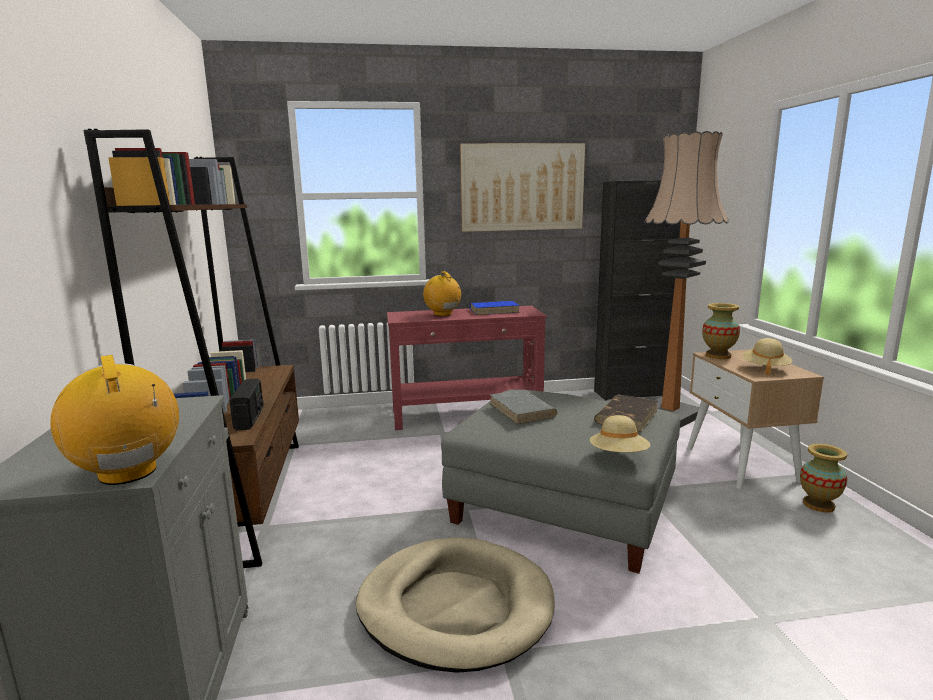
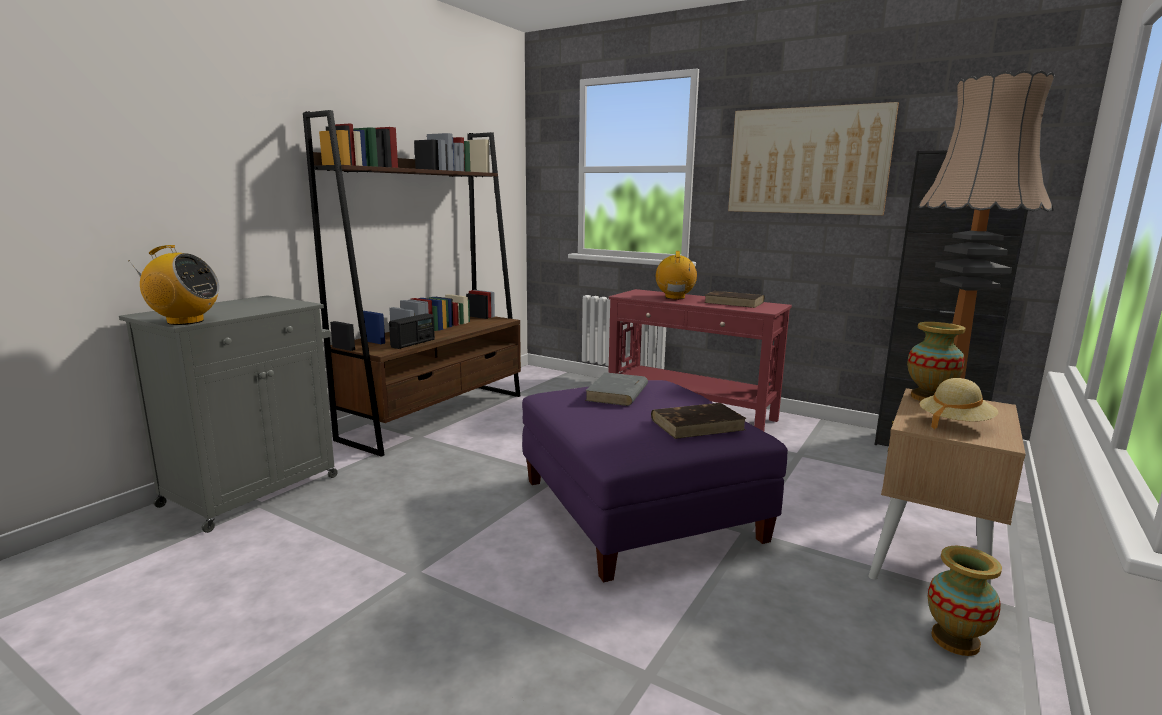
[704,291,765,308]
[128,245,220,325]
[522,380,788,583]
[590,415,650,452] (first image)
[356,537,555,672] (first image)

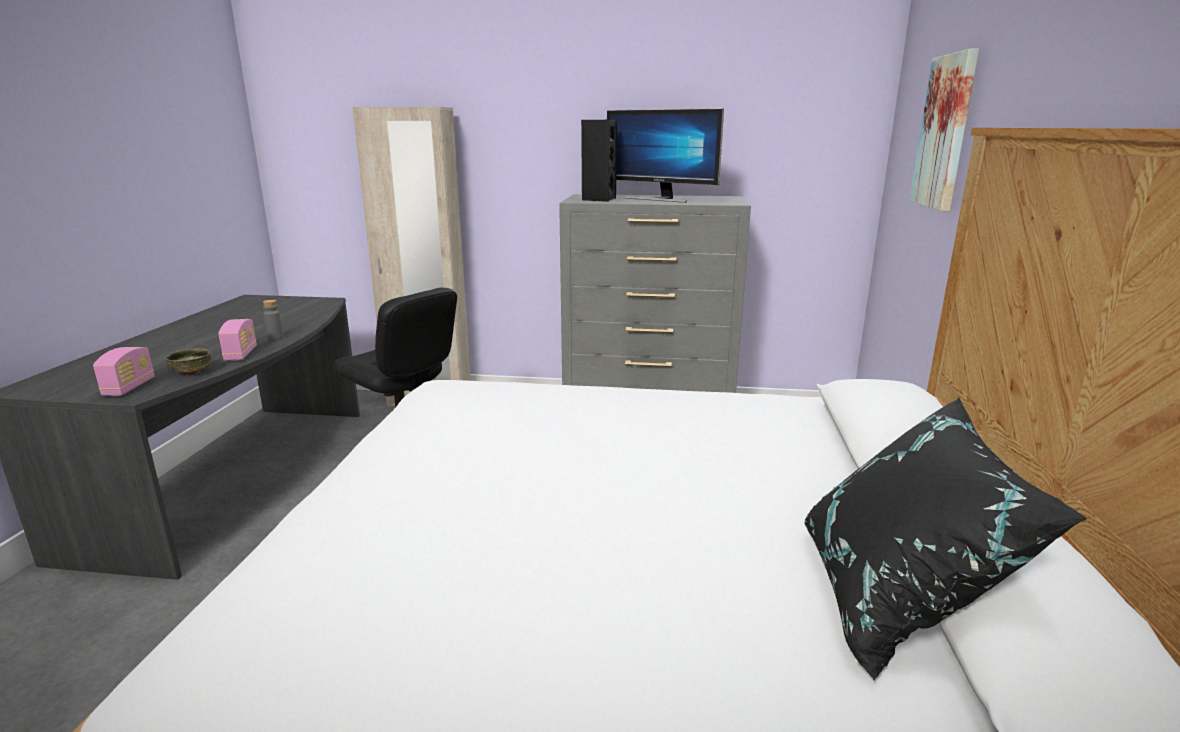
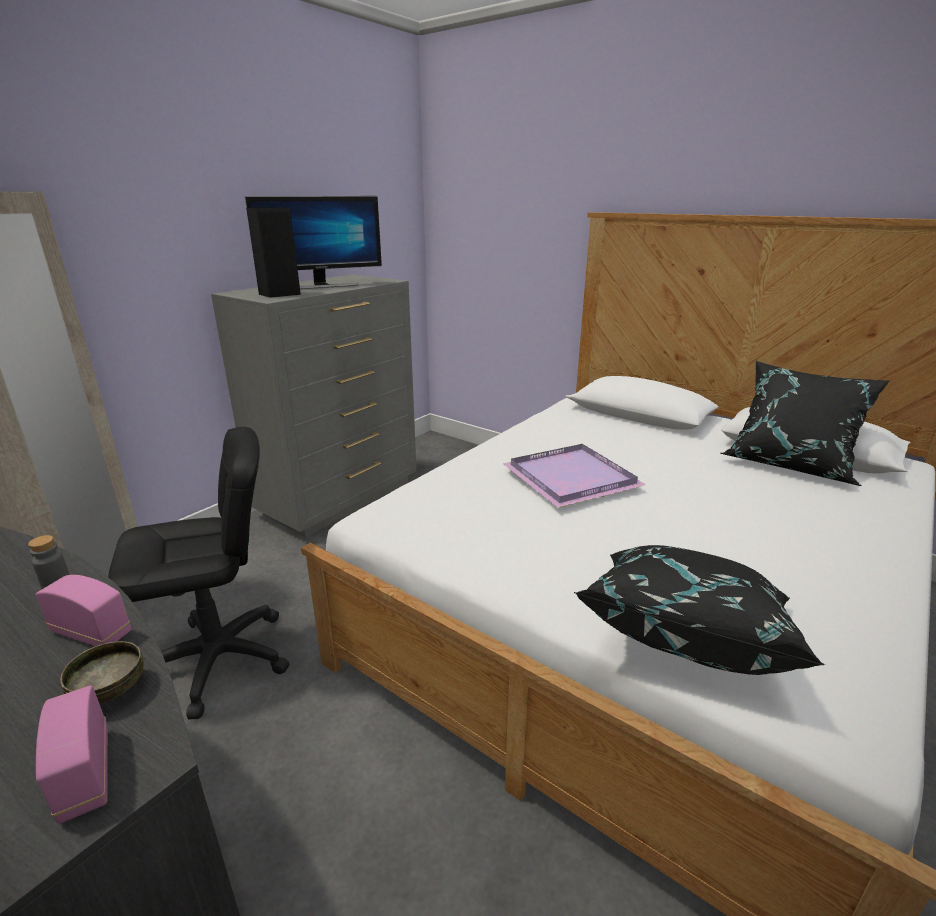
[909,48,979,211] (first image)
[36,685,108,824]
[503,444,646,508]
[574,545,825,675]

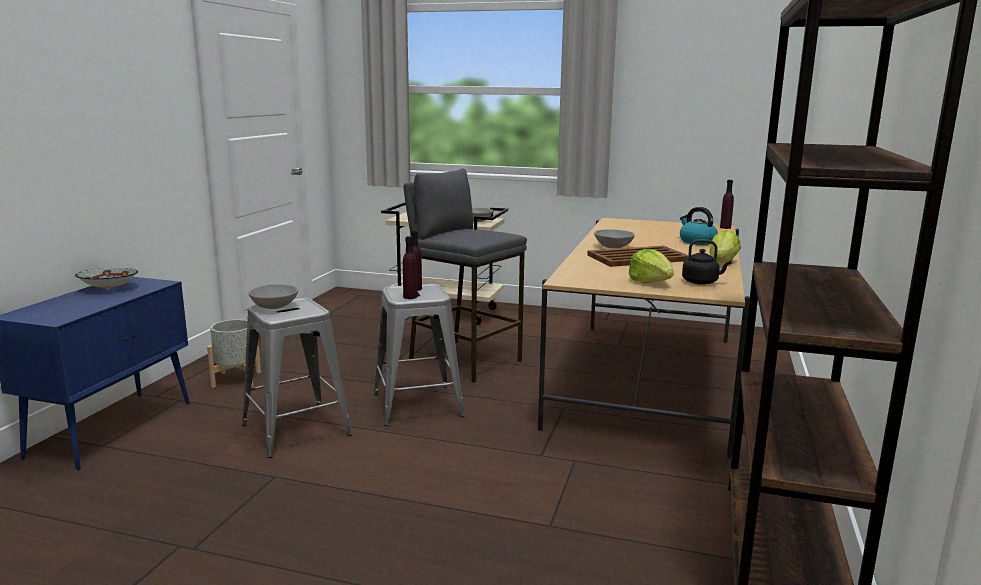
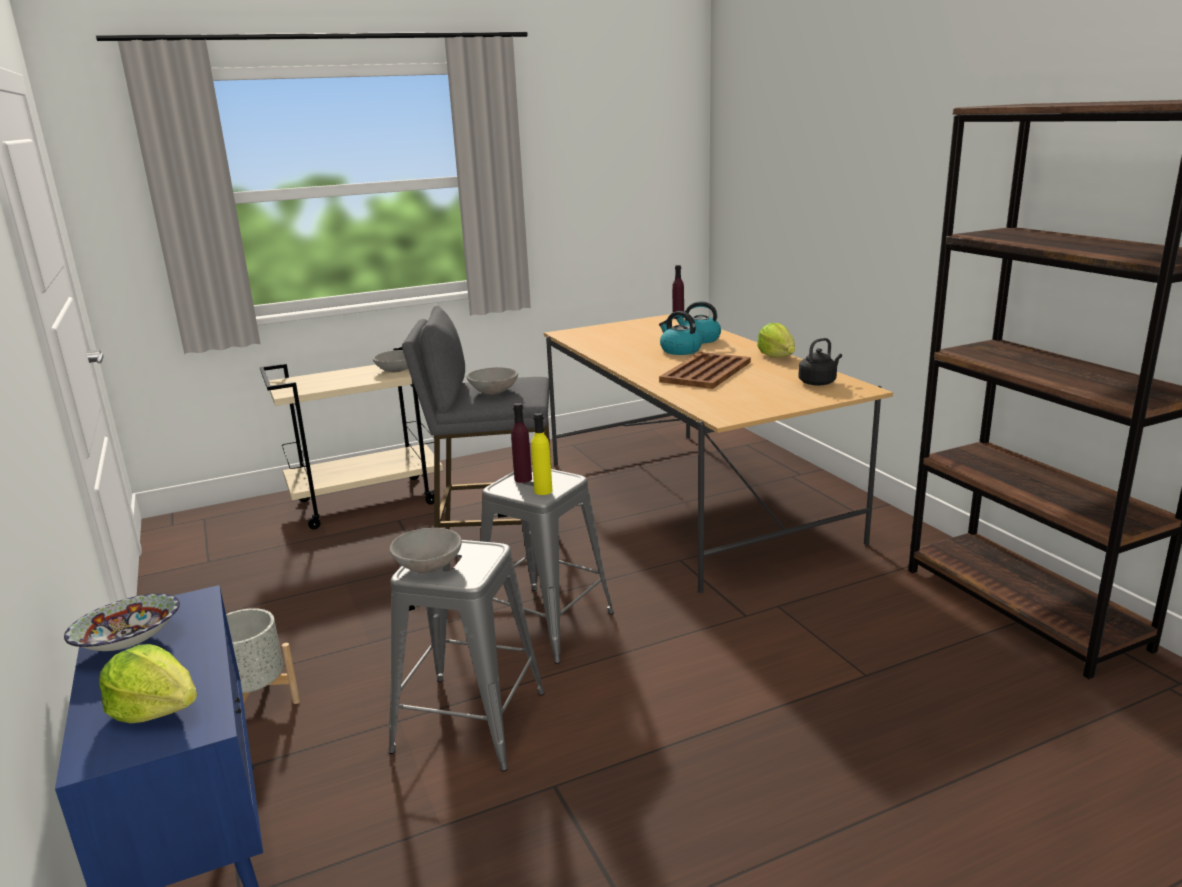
[467,367,518,394]
[531,413,552,495]
[99,644,197,723]
[659,311,702,355]

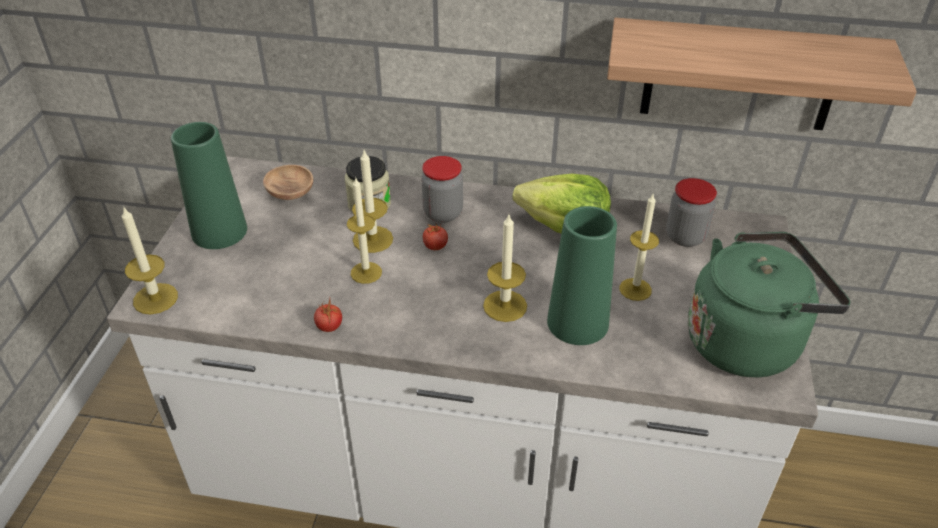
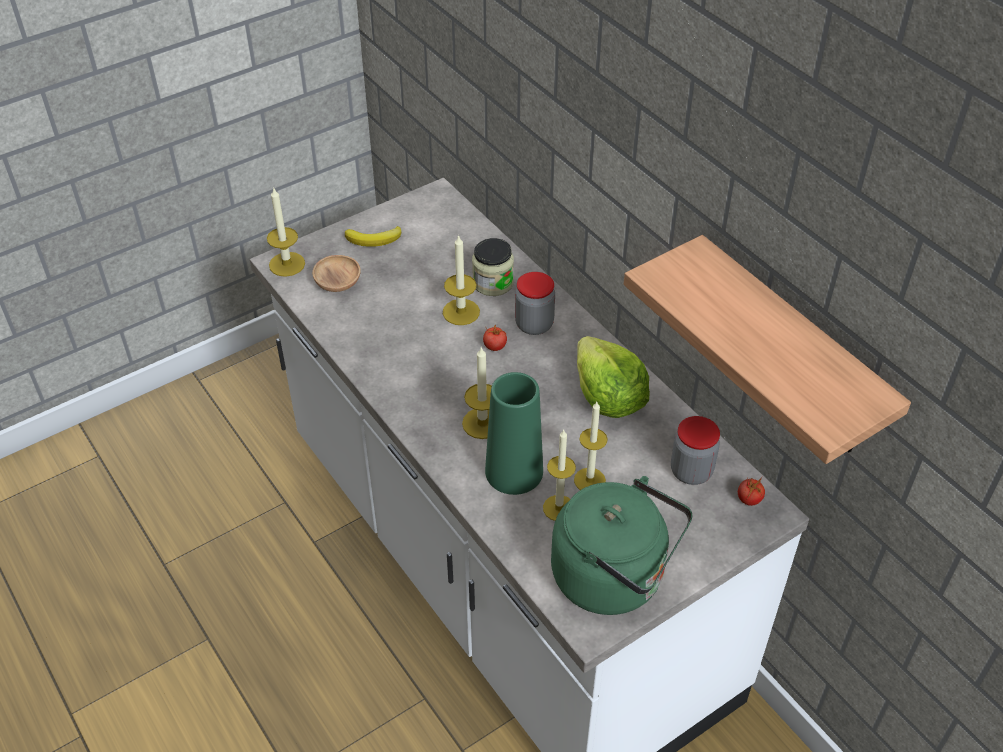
[345,226,401,247]
[312,255,361,292]
[543,429,576,521]
[738,477,765,506]

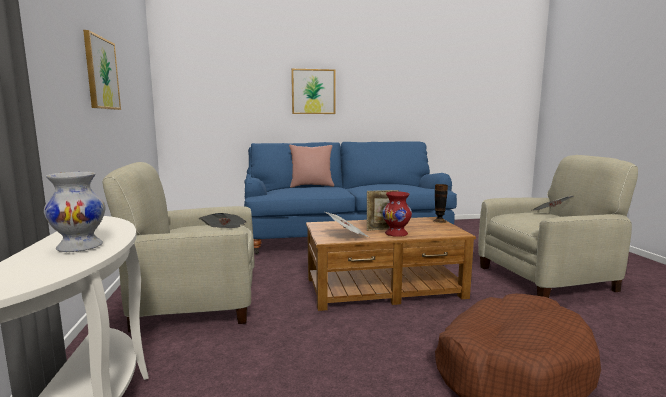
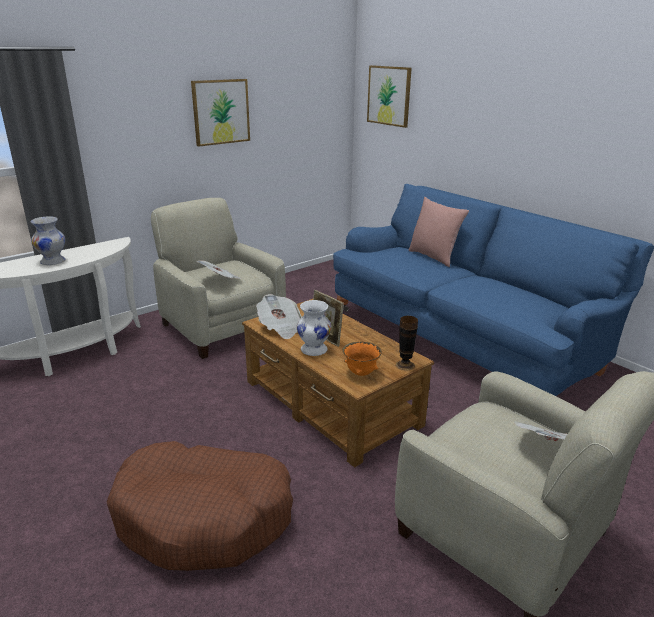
[367,65,412,128]
[297,300,332,356]
[342,342,382,376]

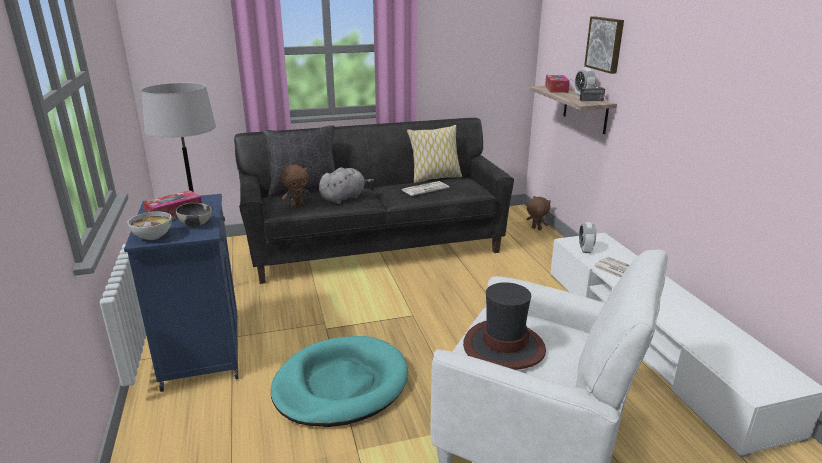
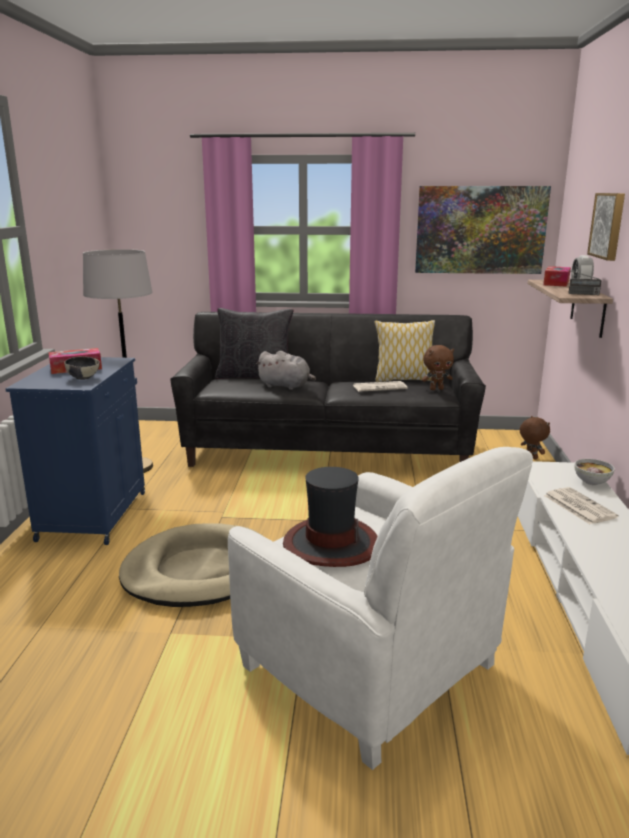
[422,345,454,390]
[256,351,316,390]
[574,459,615,485]
[579,222,596,253] (first image)
[119,523,263,607]
[415,186,551,274]

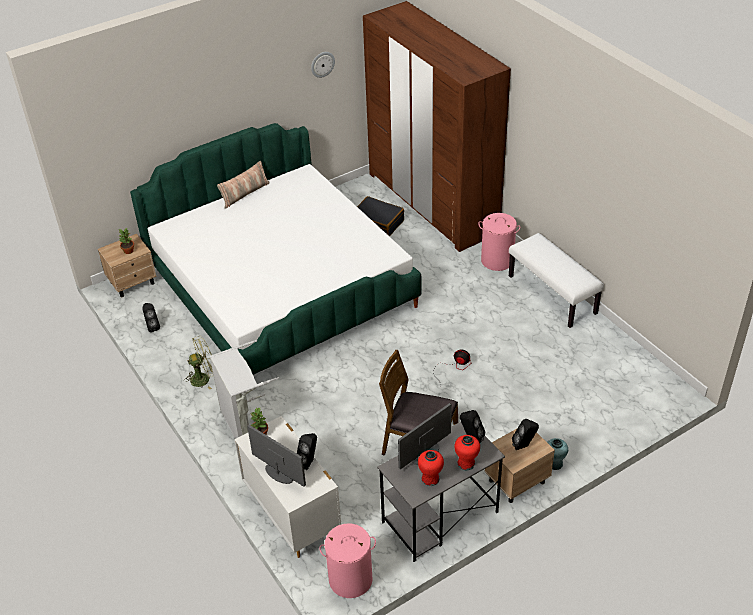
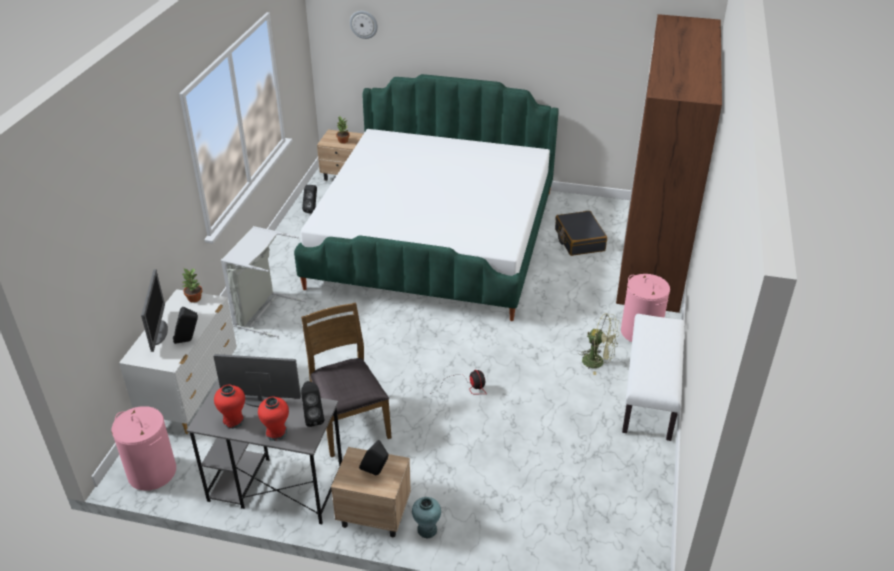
[350,11,378,39]
[217,161,270,209] (first image)
[578,313,619,375]

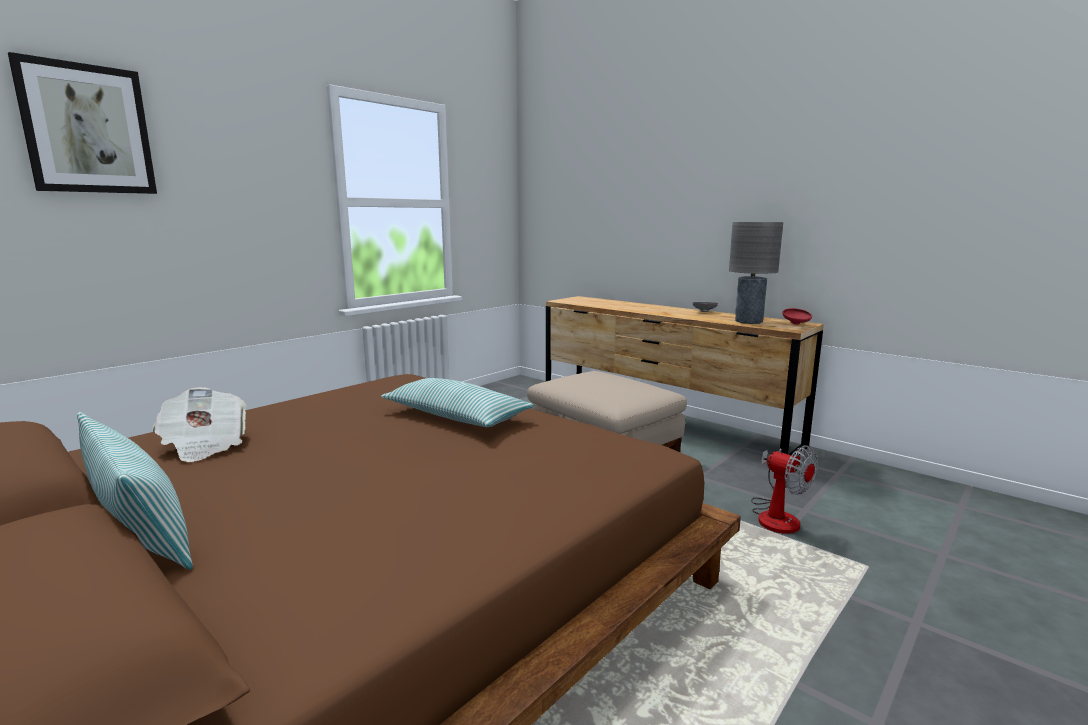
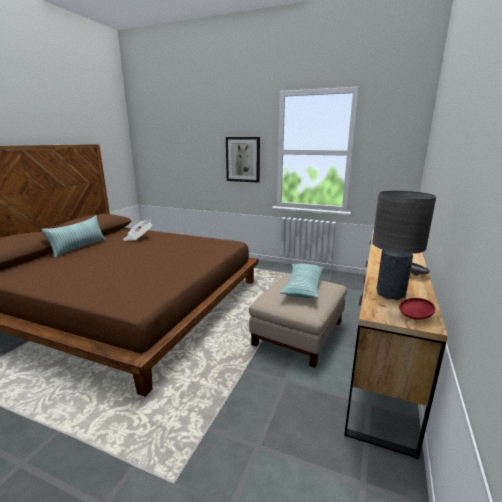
[226,137,260,183]
[280,263,324,298]
[751,446,818,534] (first image)

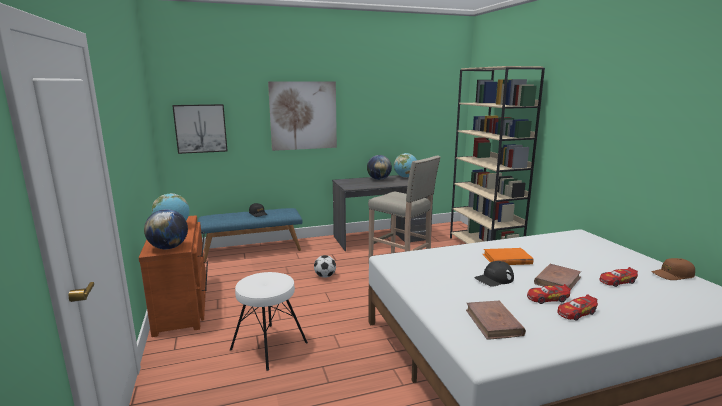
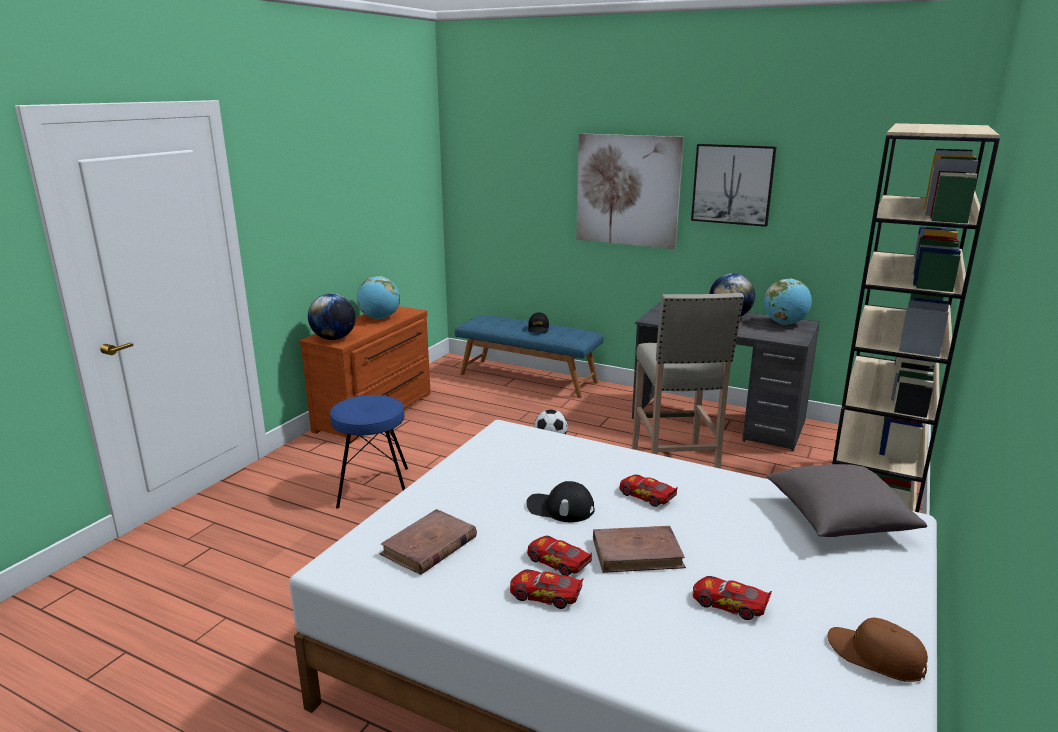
[691,144,777,227]
[619,474,678,507]
[330,395,408,509]
[766,464,927,537]

